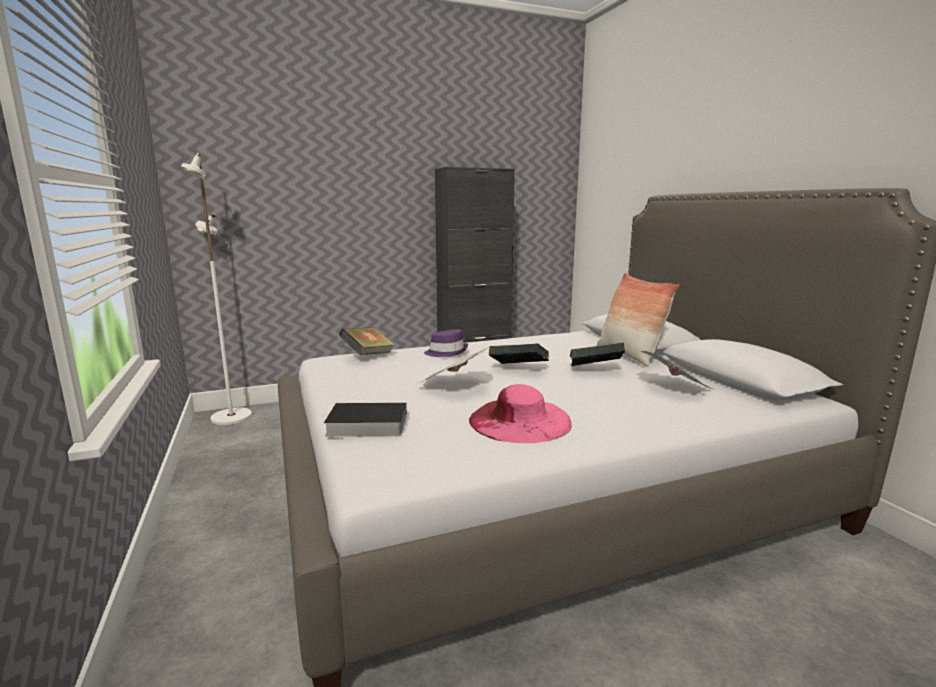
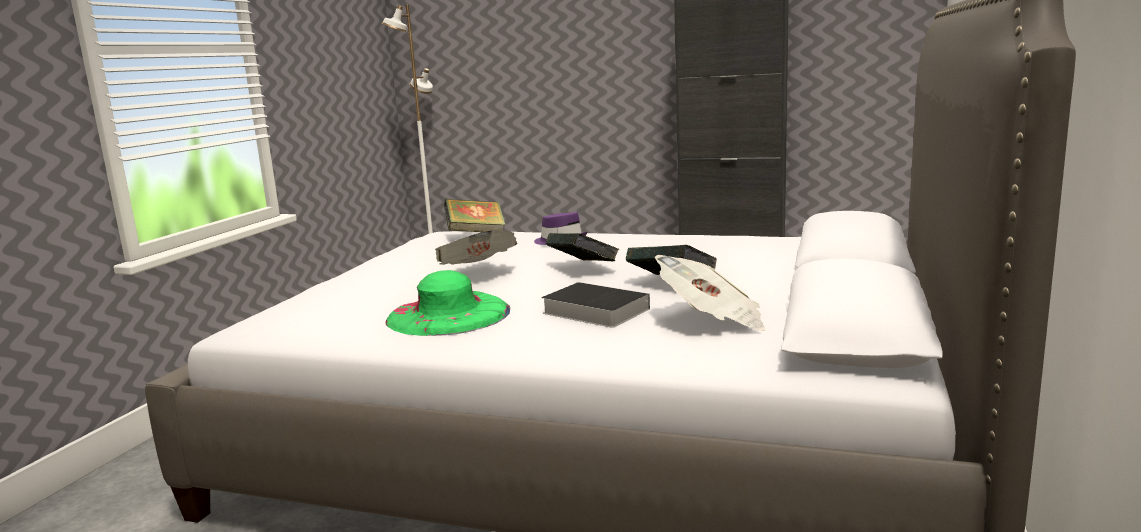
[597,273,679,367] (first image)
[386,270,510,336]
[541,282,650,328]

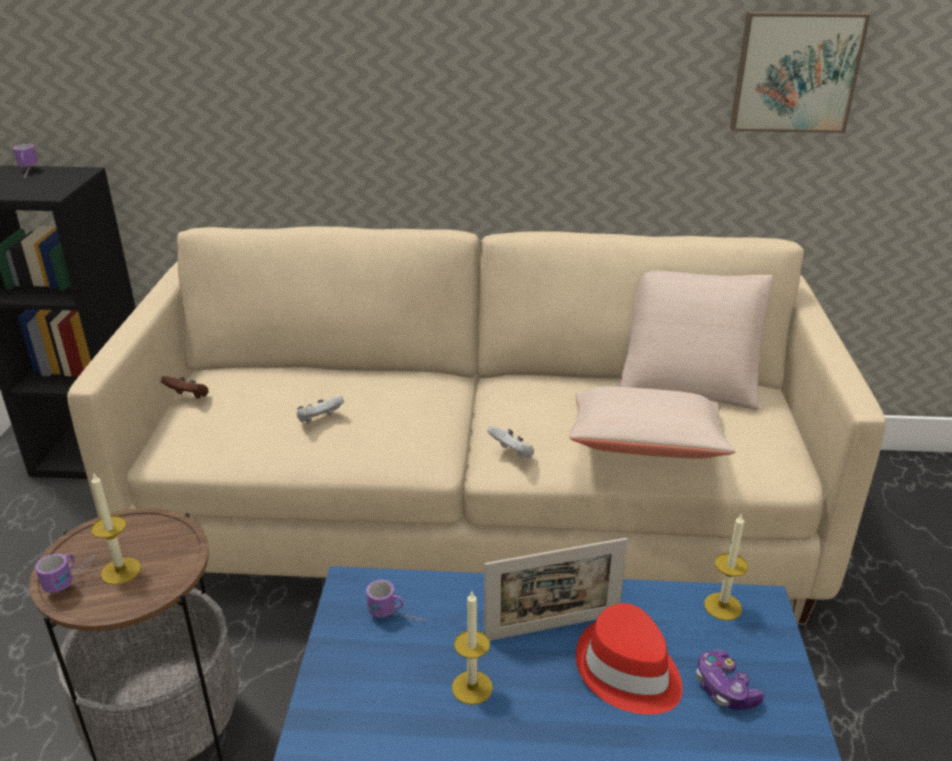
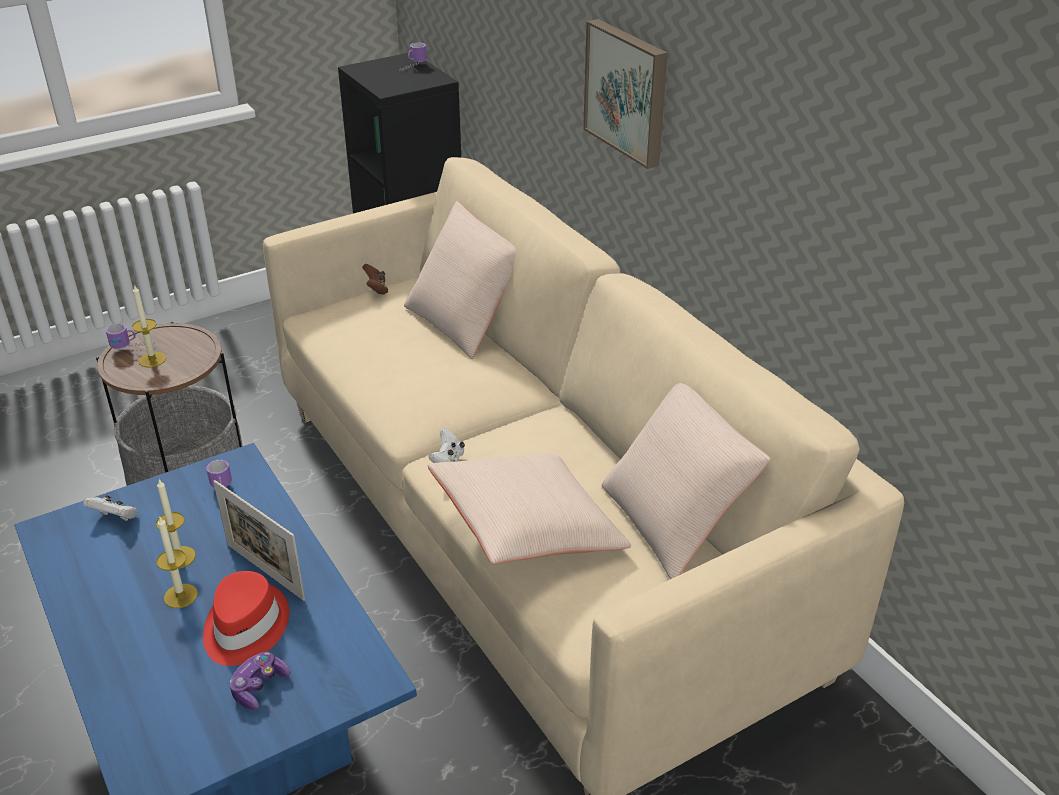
[583,19,667,169]
[83,495,138,521]
[156,517,198,608]
[404,201,516,359]

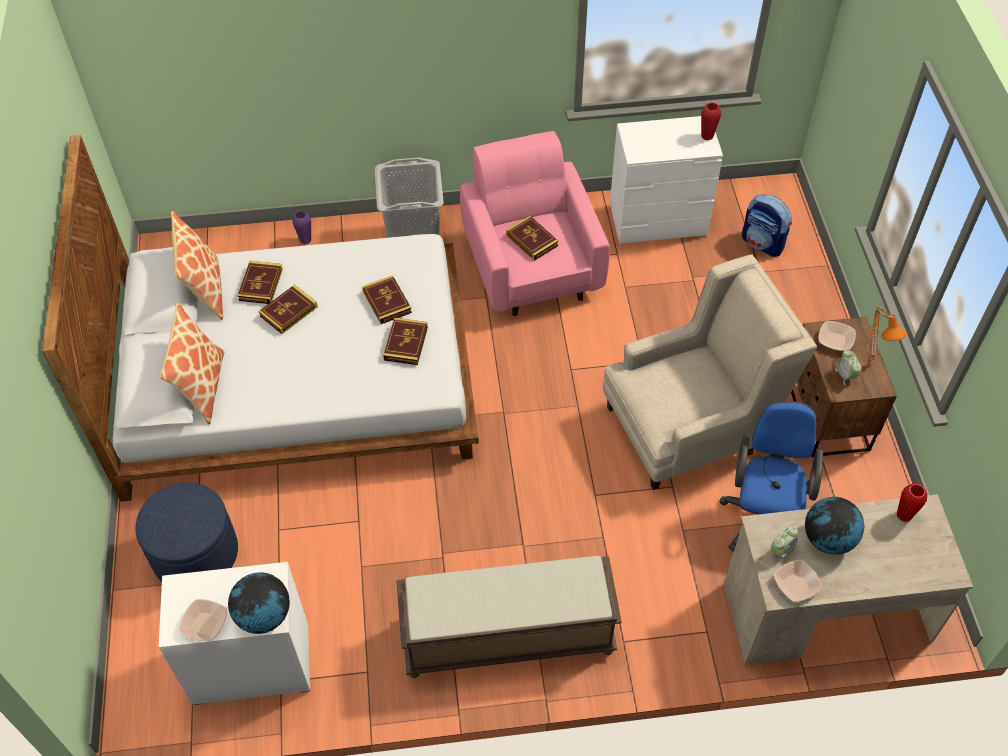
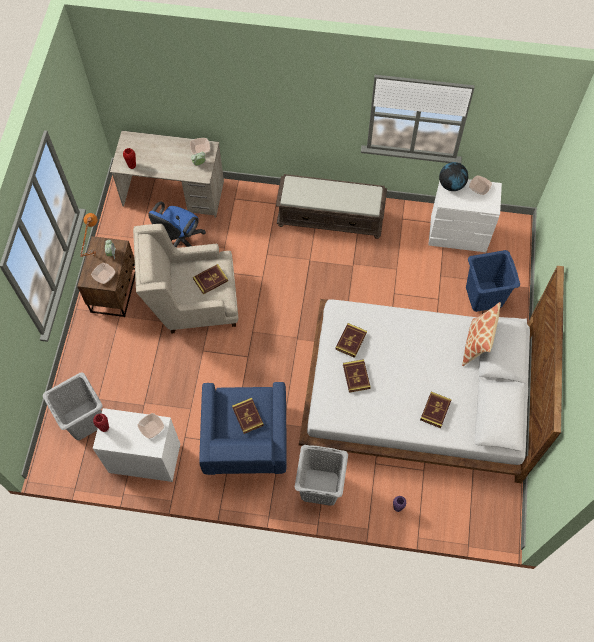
[199,382,287,475]
[43,373,103,440]
[171,211,223,320] (first image)
[193,264,228,295]
[466,250,520,312]
[805,497,864,554] (first image)
[138,413,164,439]

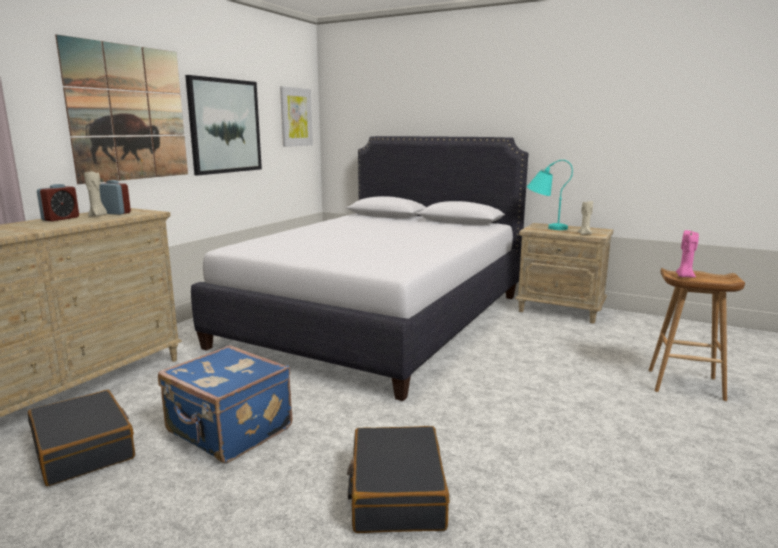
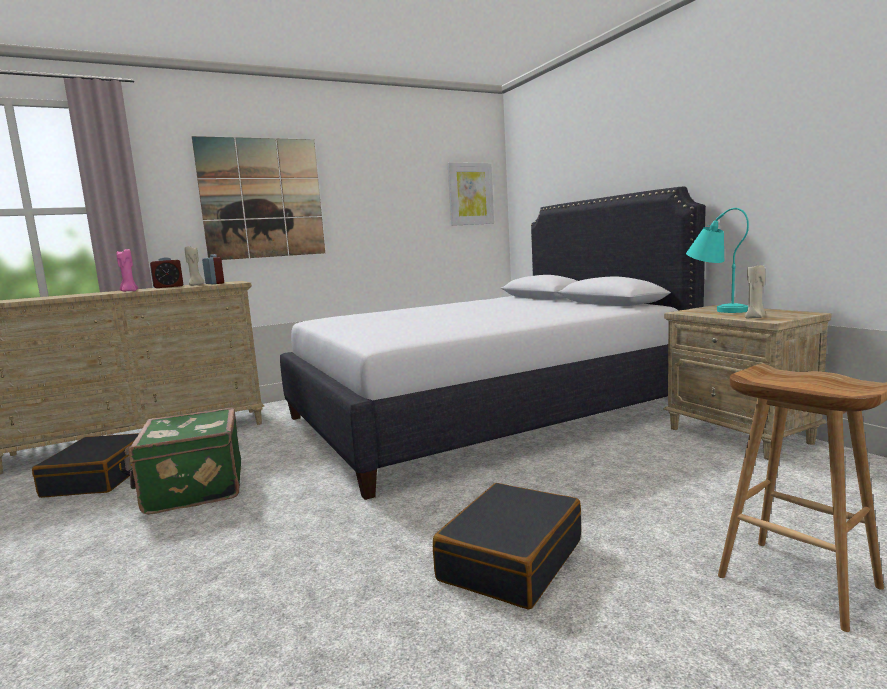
[185,75,262,176] (first image)
[117,249,138,291]
[129,408,241,515]
[433,483,581,609]

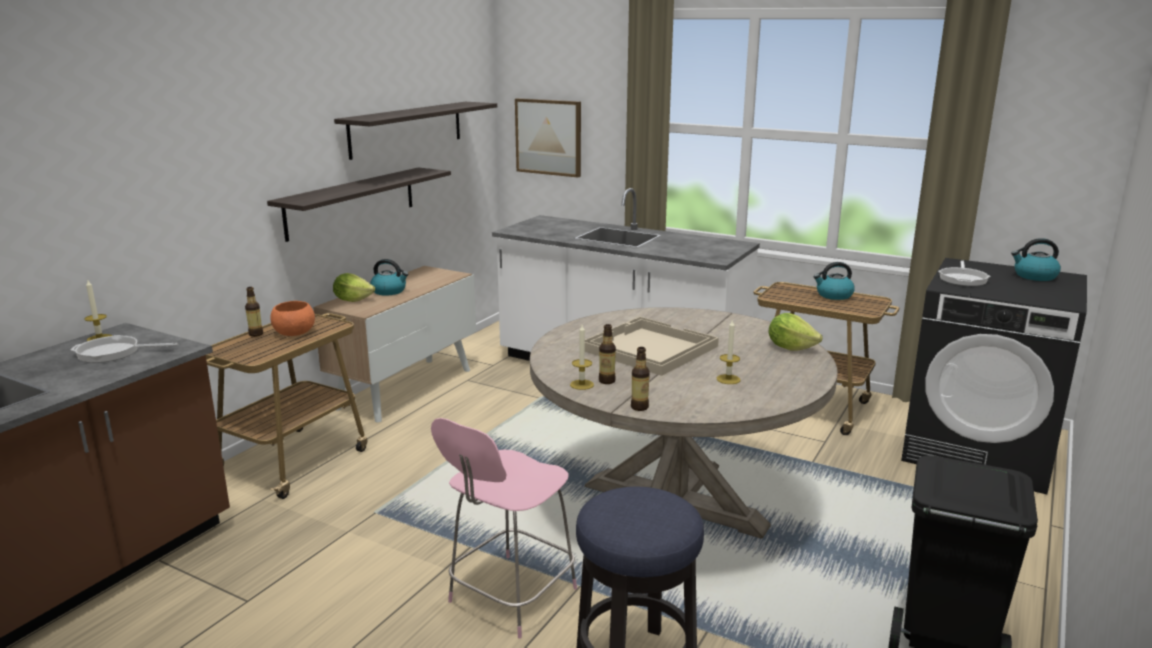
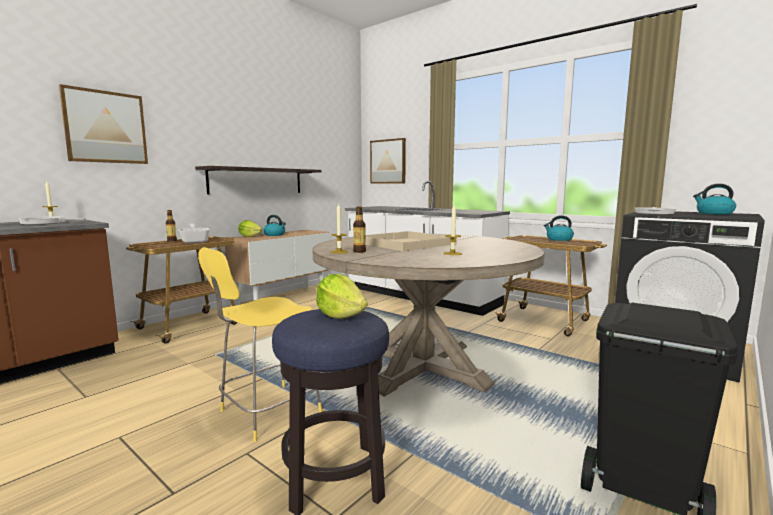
[334,102,497,160] (first image)
[178,224,210,244]
[316,274,368,319]
[631,347,650,411] (first image)
[198,247,322,442]
[59,84,148,164]

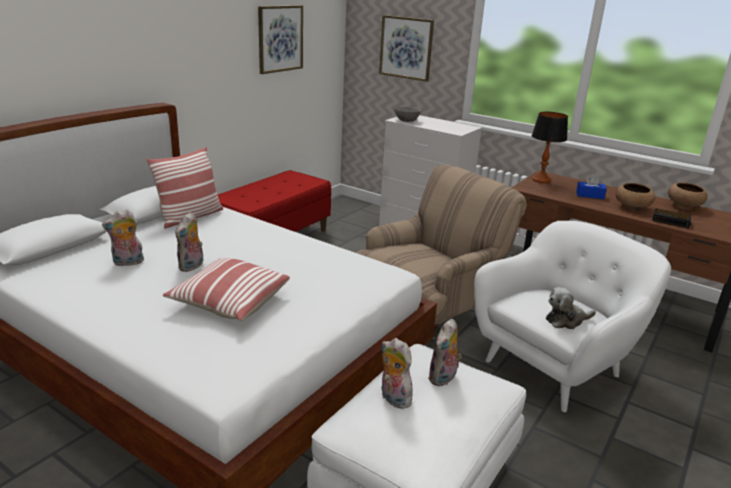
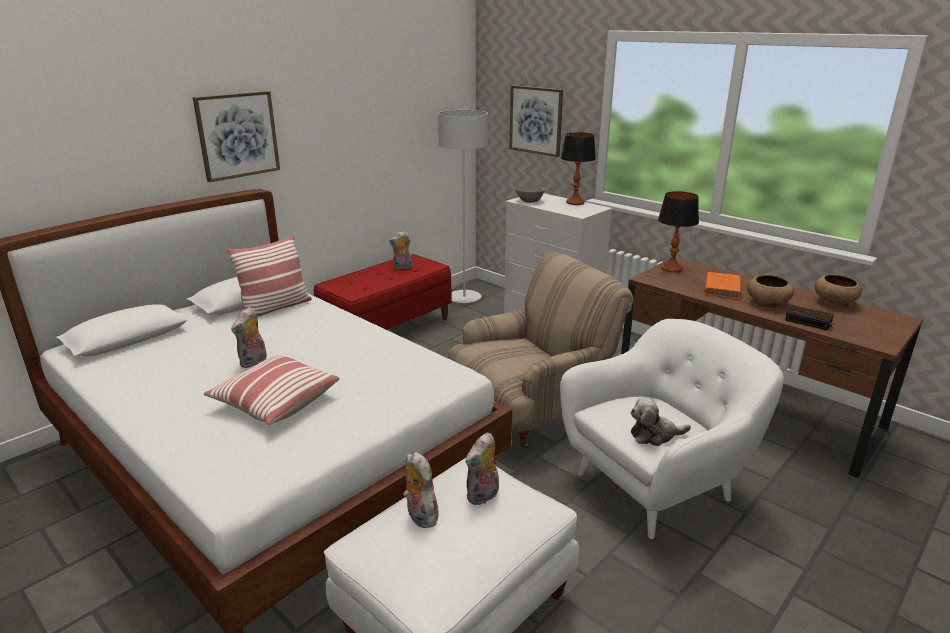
[193,91,280,182]
[705,272,740,299]
[389,231,413,269]
[438,110,488,303]
[561,132,596,205]

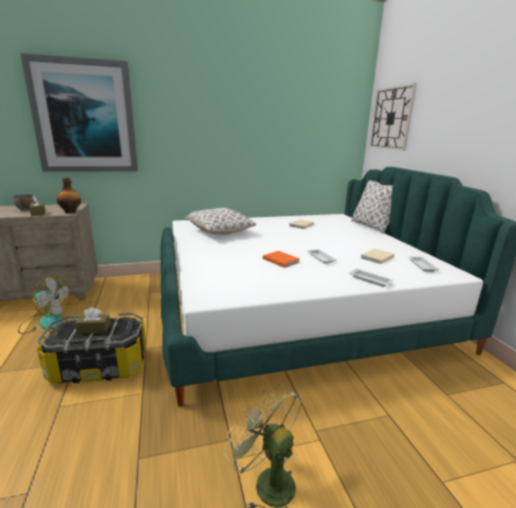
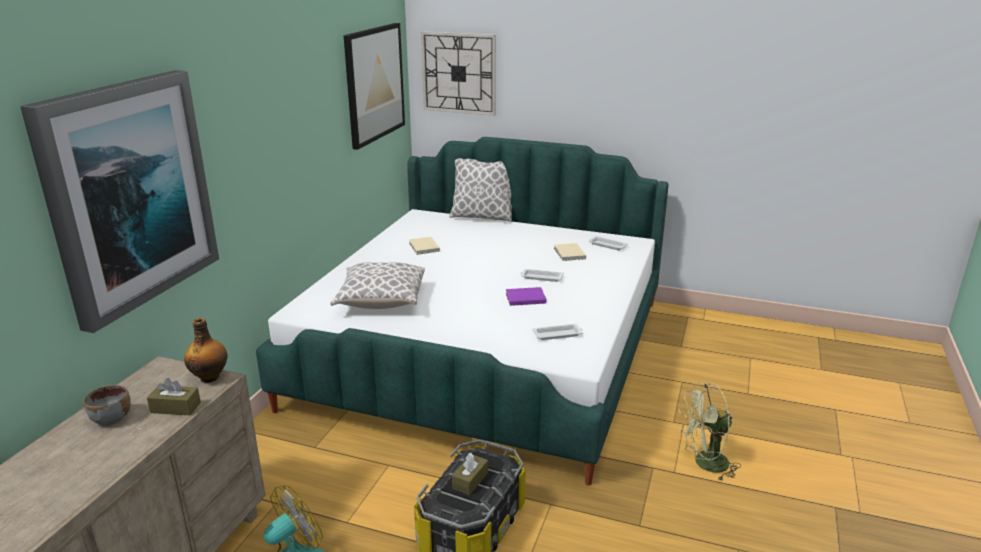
[506,287,546,306]
[532,324,583,340]
[343,23,405,150]

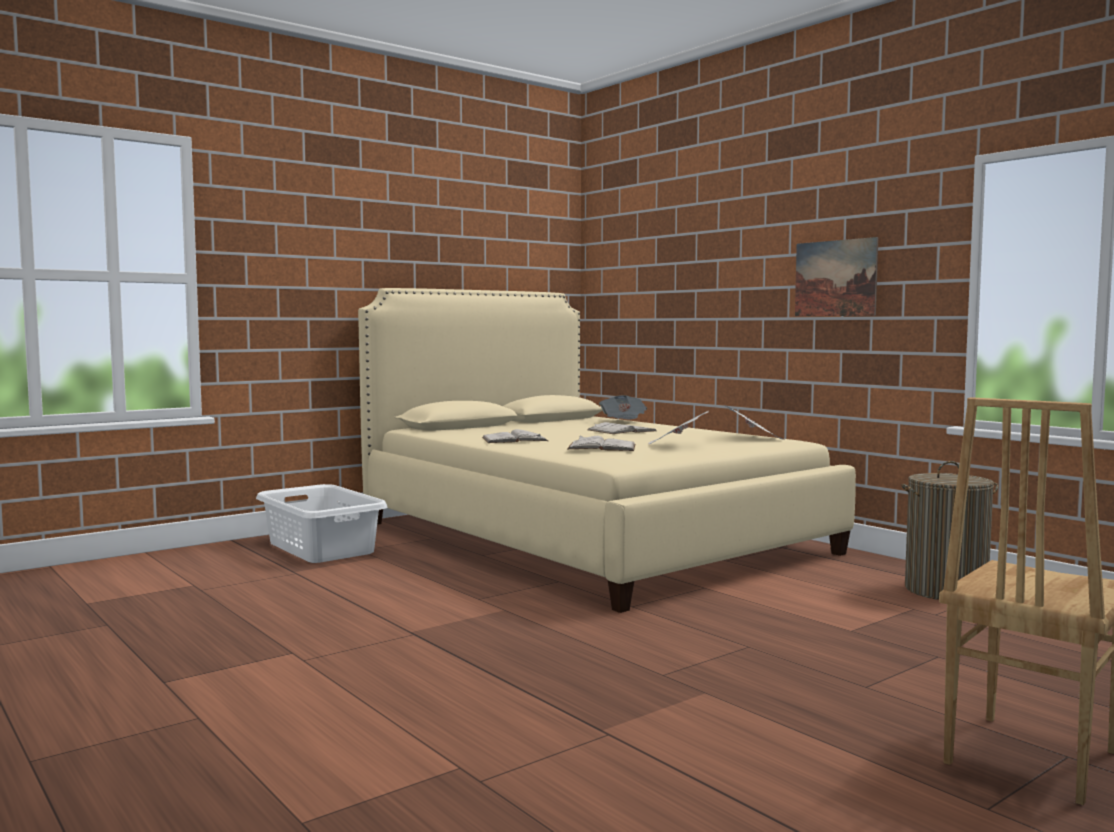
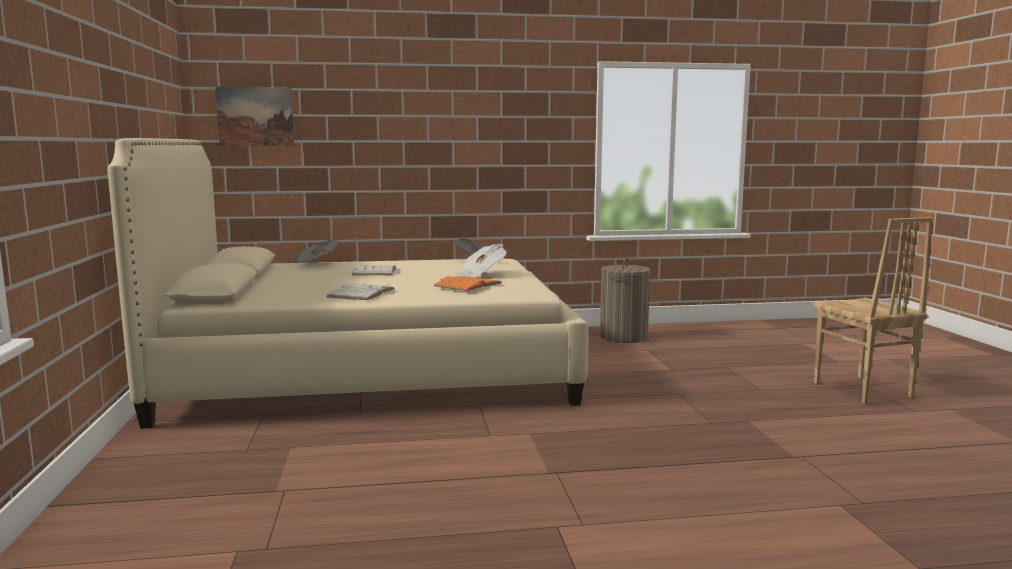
[215,86,294,146]
[433,276,502,291]
[256,484,387,563] (first image)

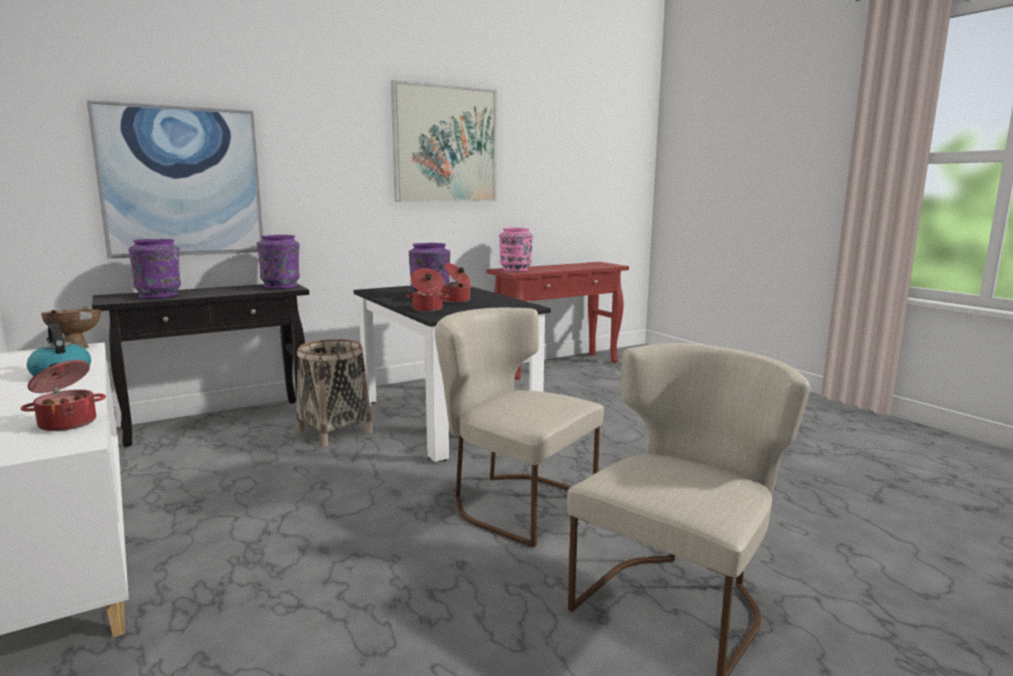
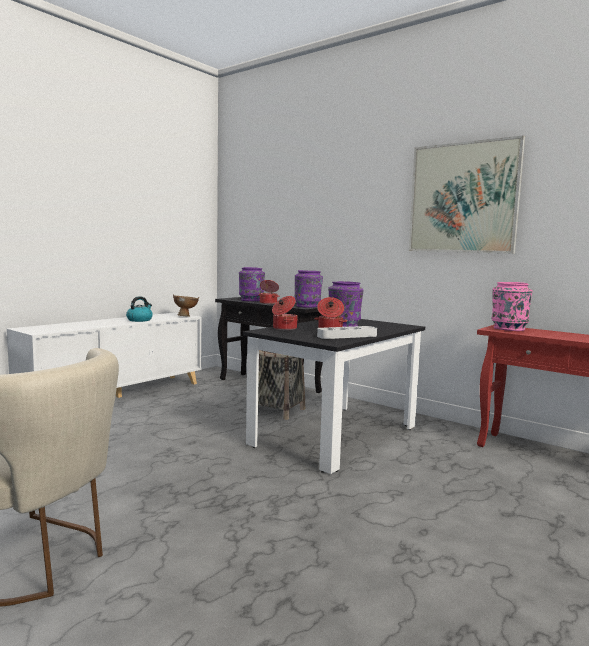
[87,100,263,259] (first image)
[435,308,604,547] (first image)
[258,280,279,304]
[317,326,377,339]

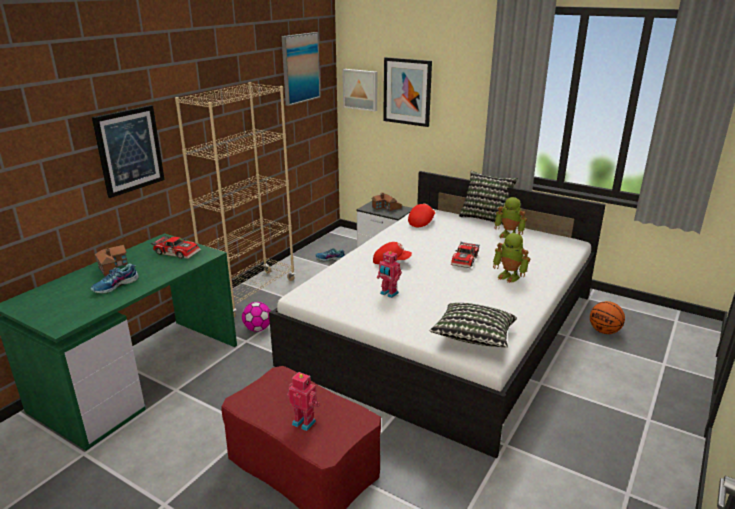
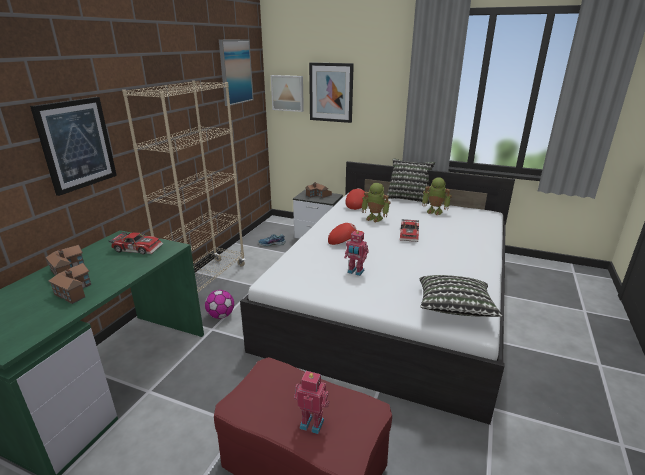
[361,183,391,223]
[48,263,91,304]
[590,301,625,334] (first image)

